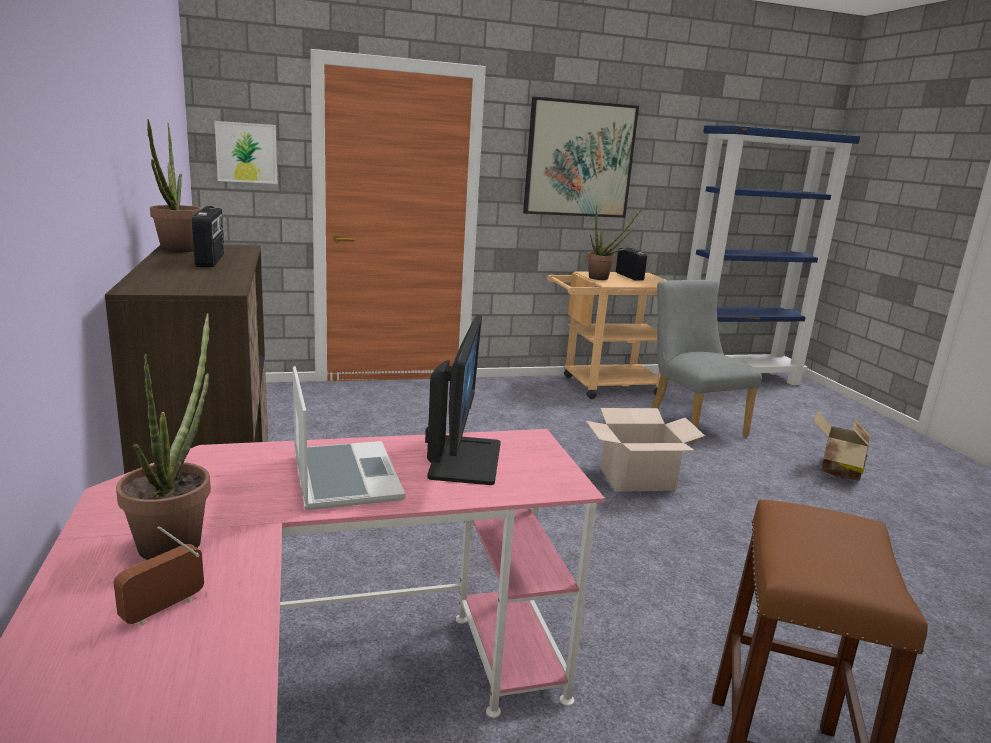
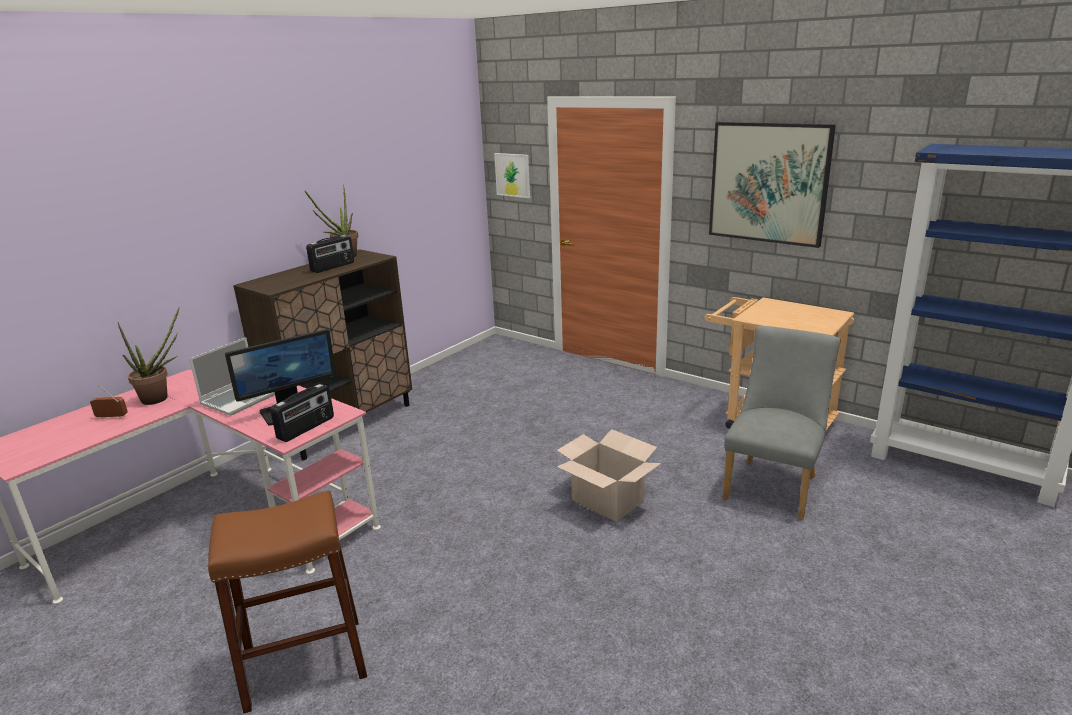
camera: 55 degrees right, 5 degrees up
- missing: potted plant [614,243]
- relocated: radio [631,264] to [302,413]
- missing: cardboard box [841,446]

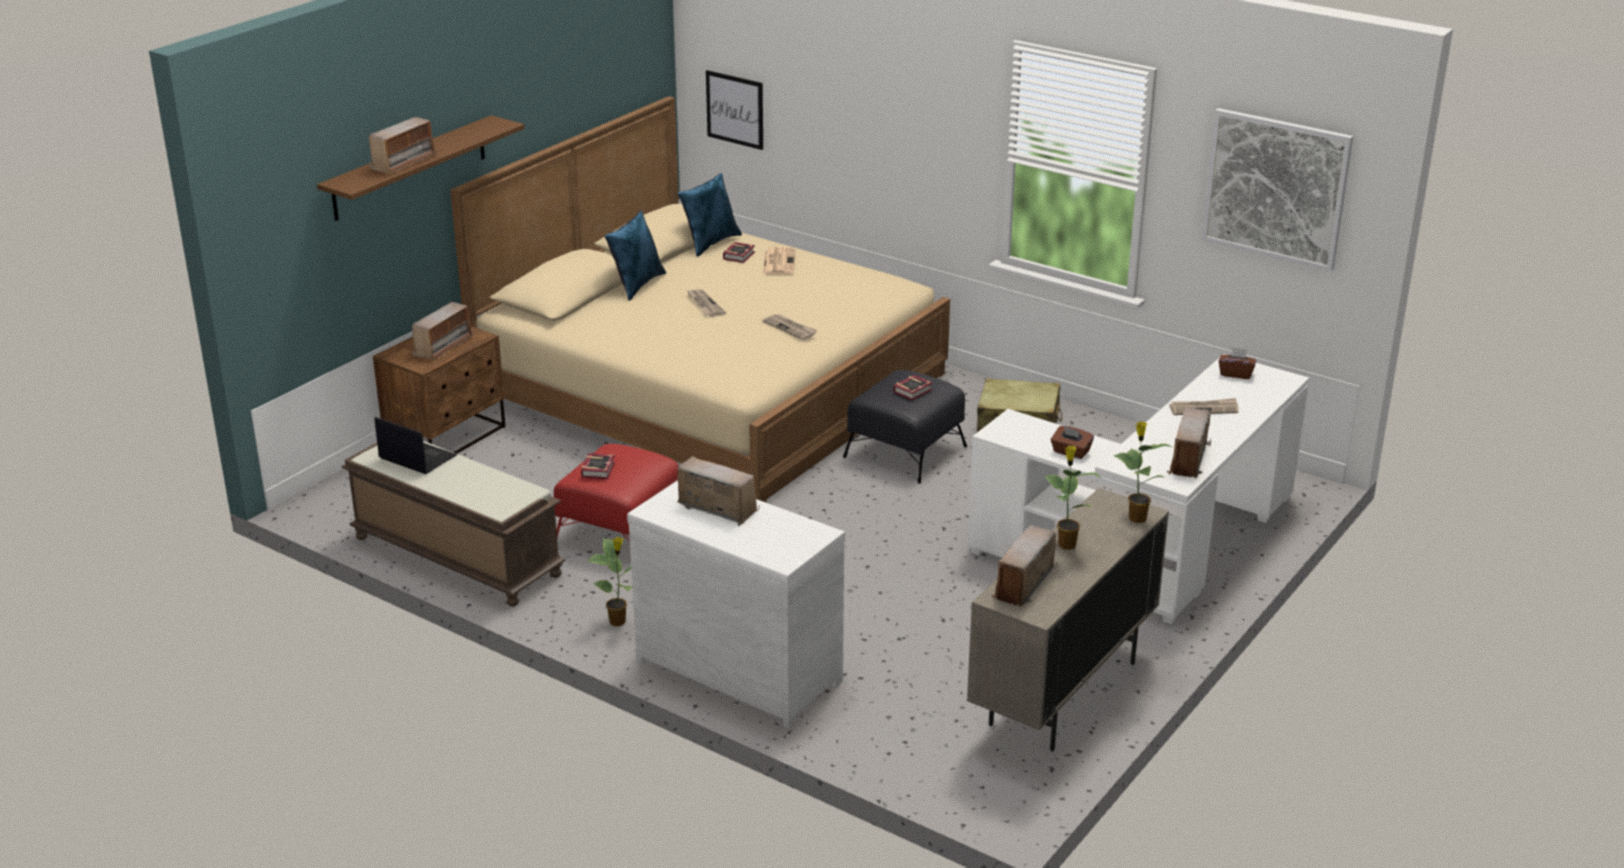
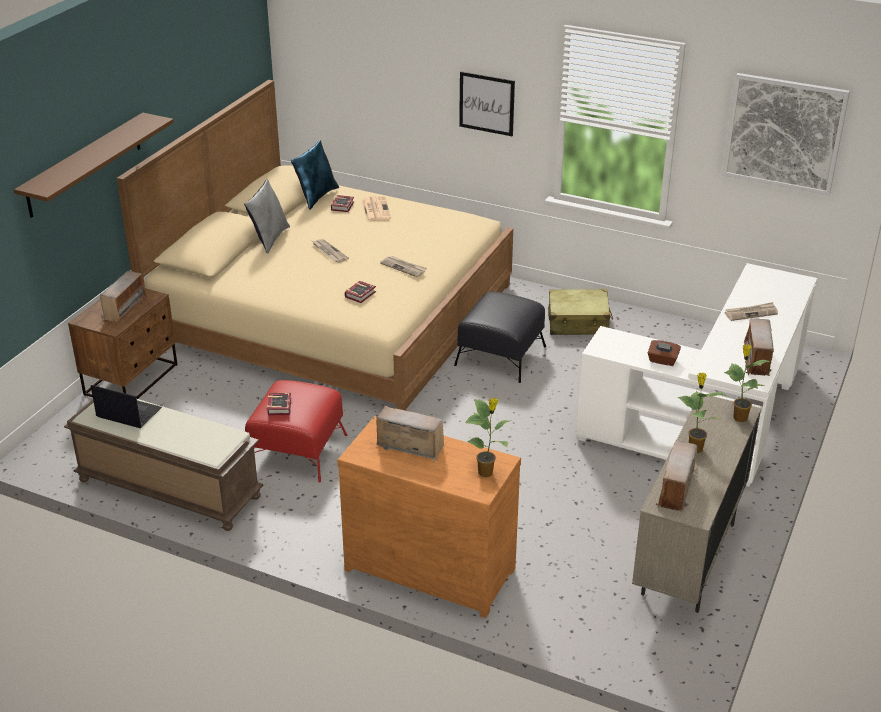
camera: 10 degrees left, 5 degrees up
- relocated: picture [734,110] to [487,103]
- missing: radio [403,146]
- colour: pillow/blue [635,256] to pillow/grey [267,216]
- missing: tissue box/brown [1237,363]
- relocated: book [913,387] to [360,292]
- colour: dresser/white [736,604] to dresser/brown [429,517]
- relocated: potted plant [609,581] to [487,437]

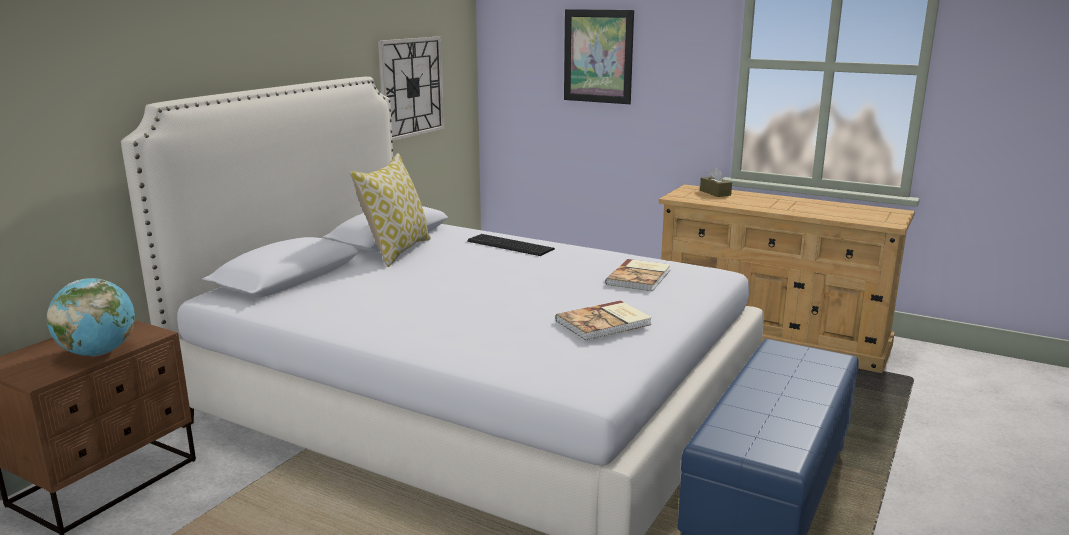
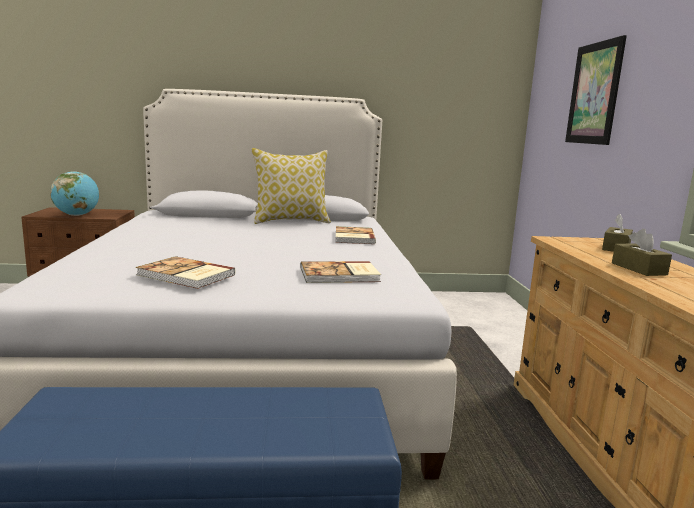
camera: 55 degrees right, 5 degrees down
- missing: wall clock [411,88]
- exchanged: keyboard [511,245] to book [355,235]
- appeared: tissue box/brown [642,252]

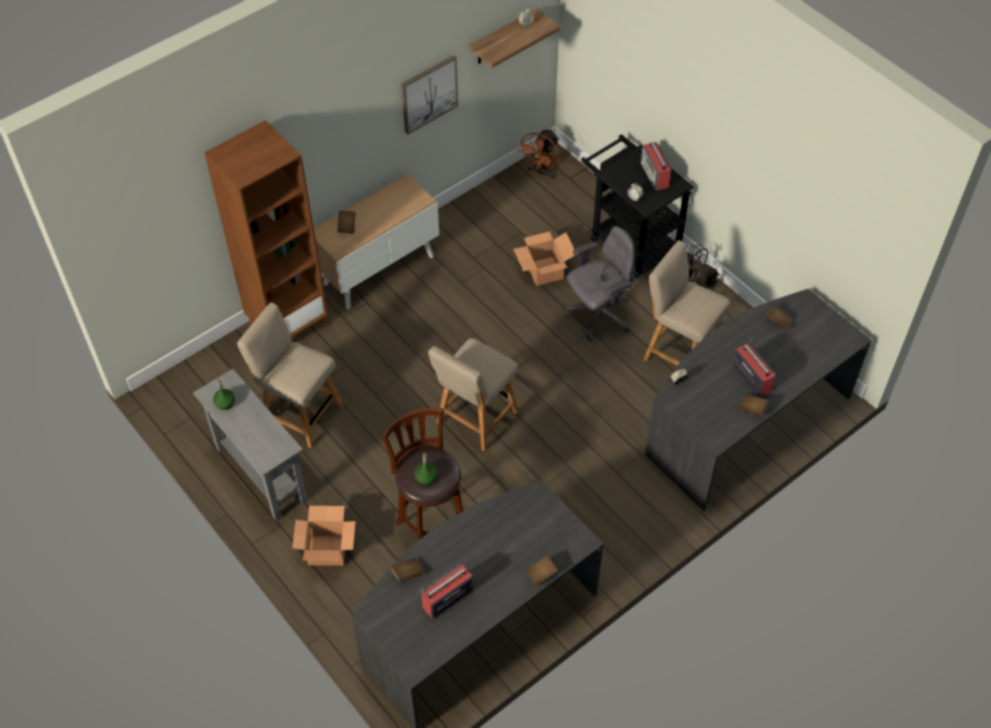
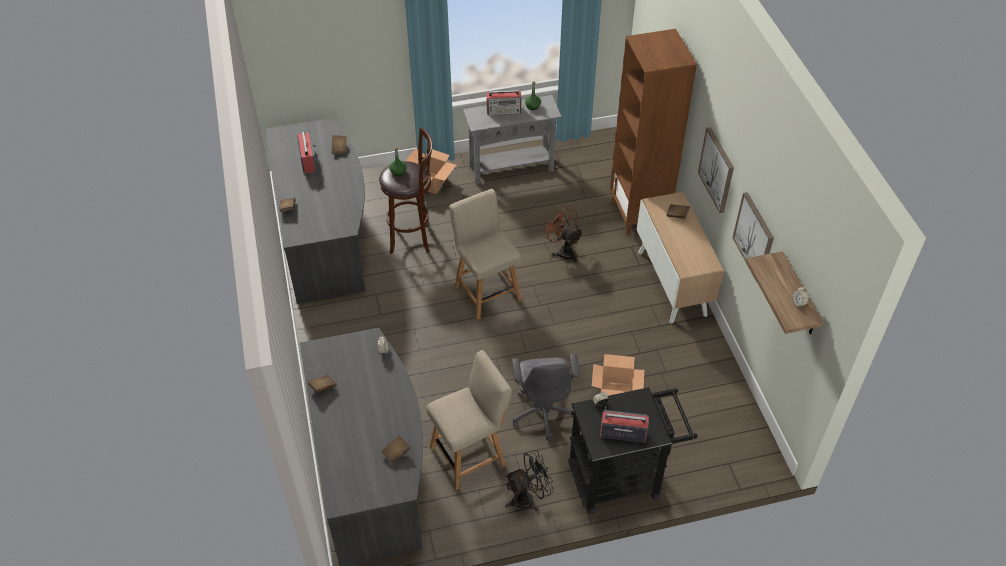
camera: 115 degrees right, 5 degrees down
- relocated: fan/brown [539,154] to [562,234]
- missing: chair/beige [290,375]
- relocated: radio [754,368] to [504,102]
- appeared: picture [716,170]

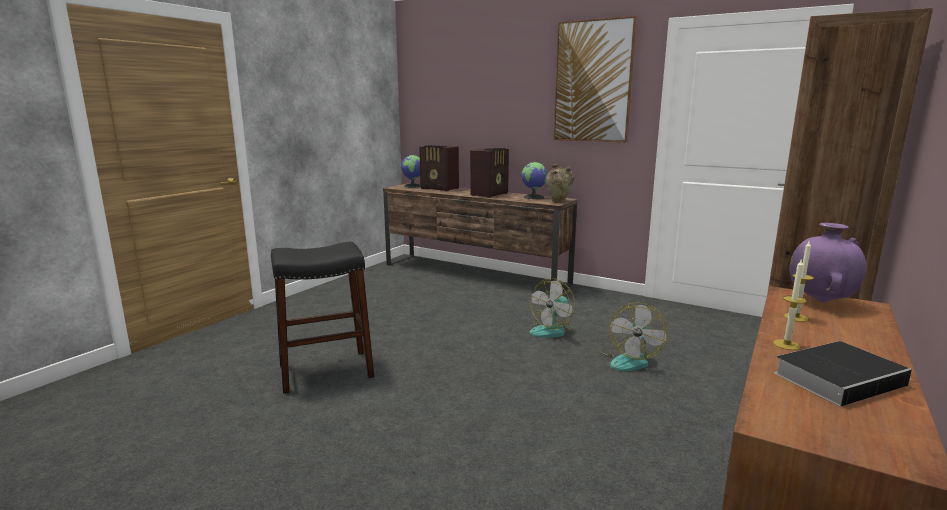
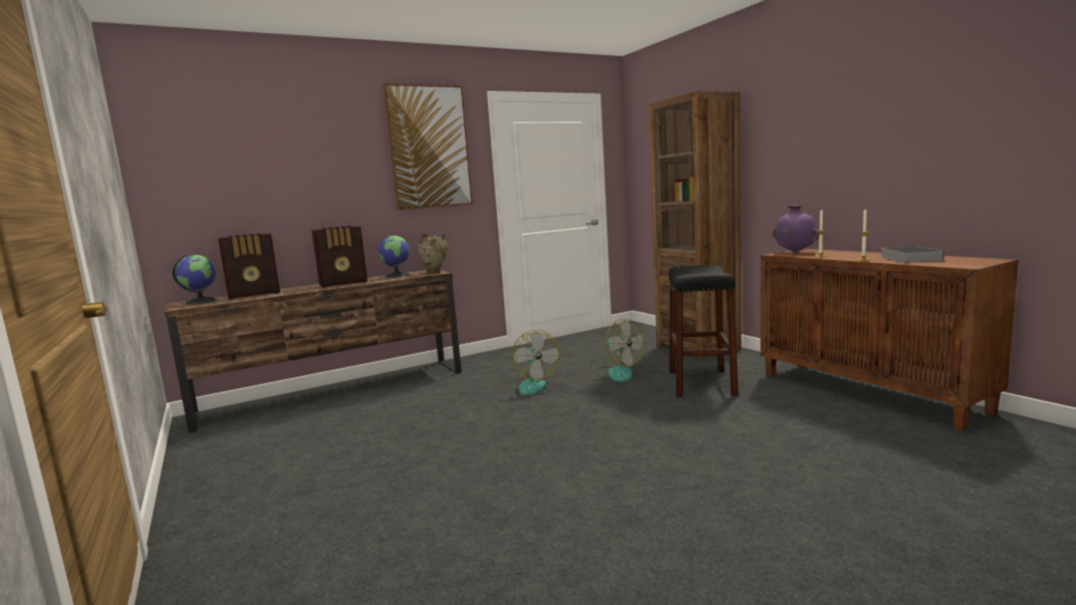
camera: 60 degrees left, 5 degrees down
- spun: radio [489,173] = [340,256] 90 degrees clockwise
- relocated: stool/black [322,317] to [703,331]

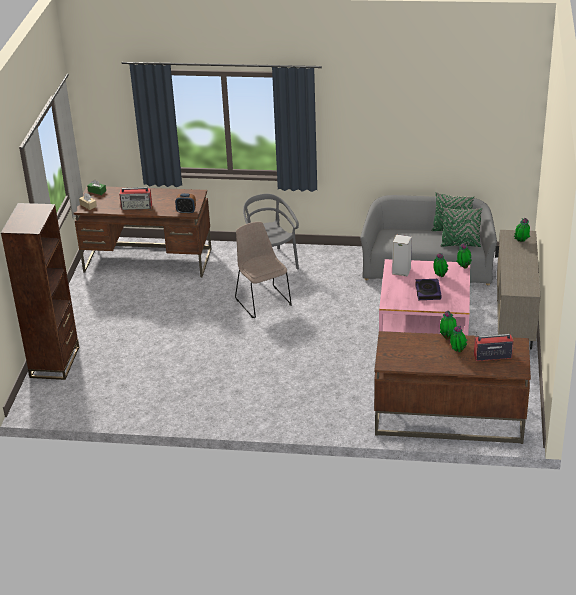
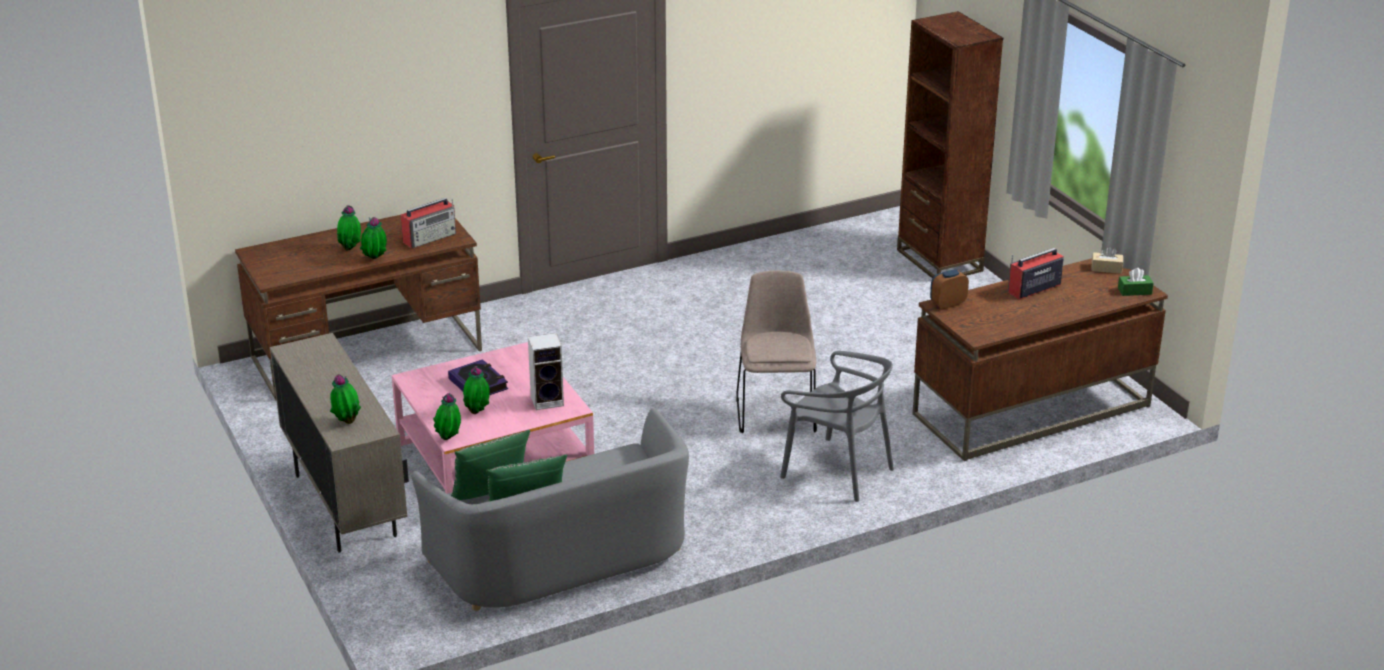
camera: 145 degrees right, 5 degrees down
- spun: chair/beige [263,270] = [776,351] 120 degrees counterclockwise
- relocated: radio [493,346] to [428,223]

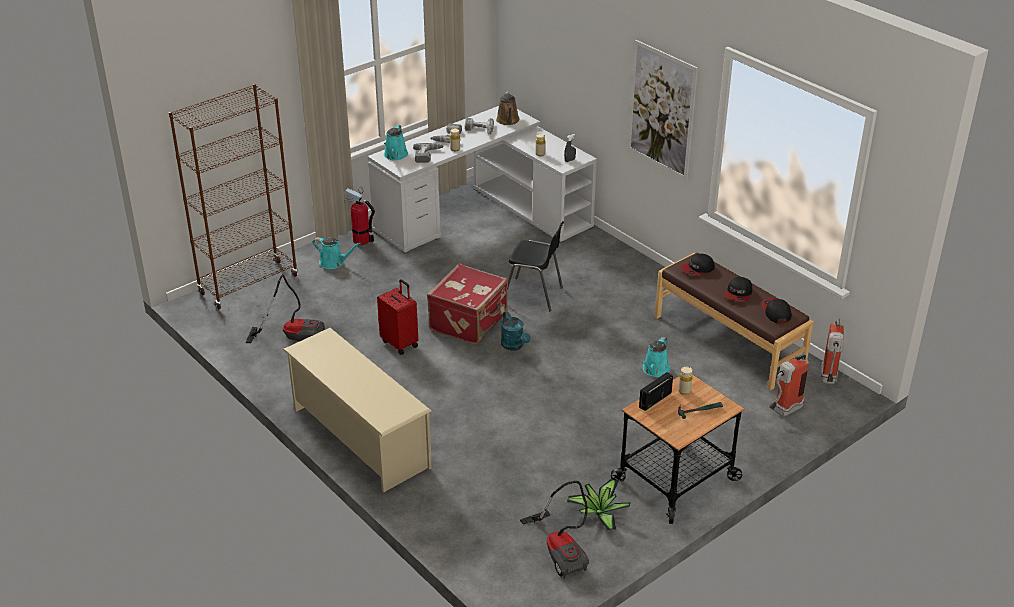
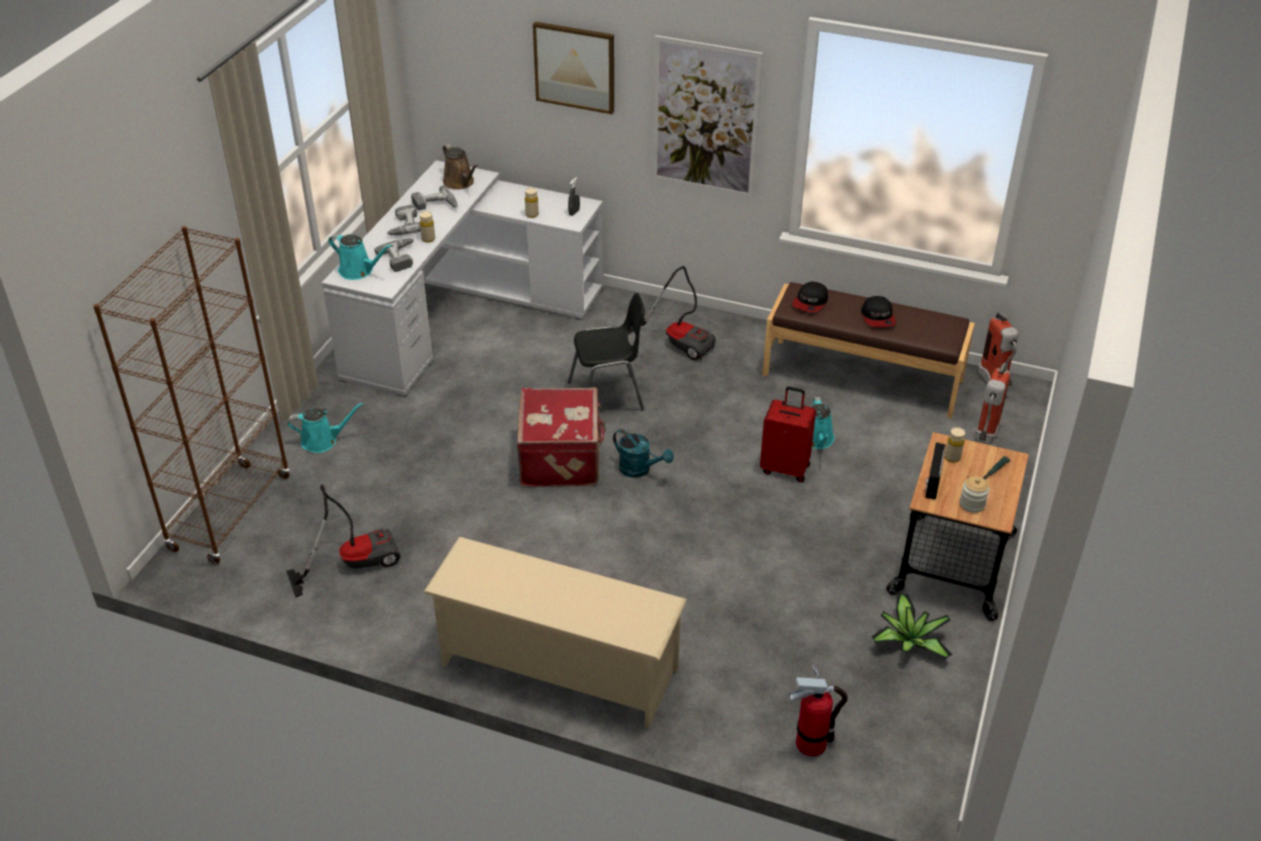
camera: 30 degrees left, 5 degrees up
- spun: watering can/turquoise [396,142] = [360,257] 45 degrees counterclockwise
- relocated: fire extinguisher [359,215] to [819,710]
- relocated: suitcase/red [397,317] to [788,434]
- missing: cap [777,311]
- relocated: vacuum cleaner [554,529] to [672,313]
- appeared: picture [573,68]
- appeared: jar [974,494]

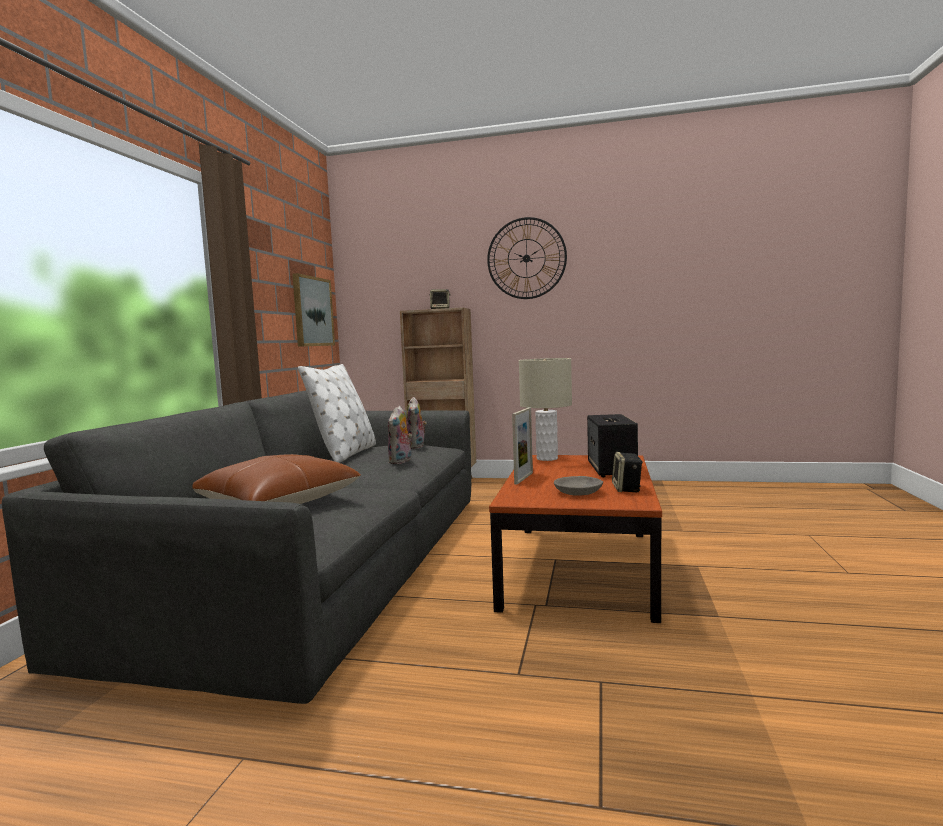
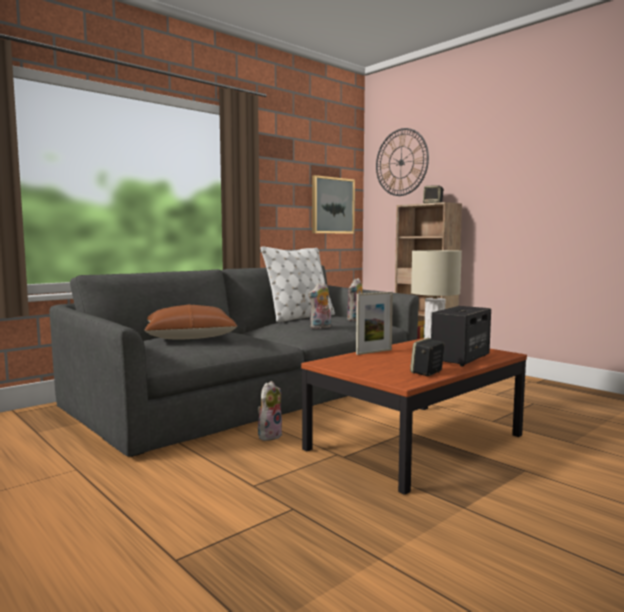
camera: 35 degrees right, 0 degrees up
- relocated: wall clock [527,258] to [402,162]
- missing: bowl/grey [578,486]
- appeared: plush toy [270,411]

